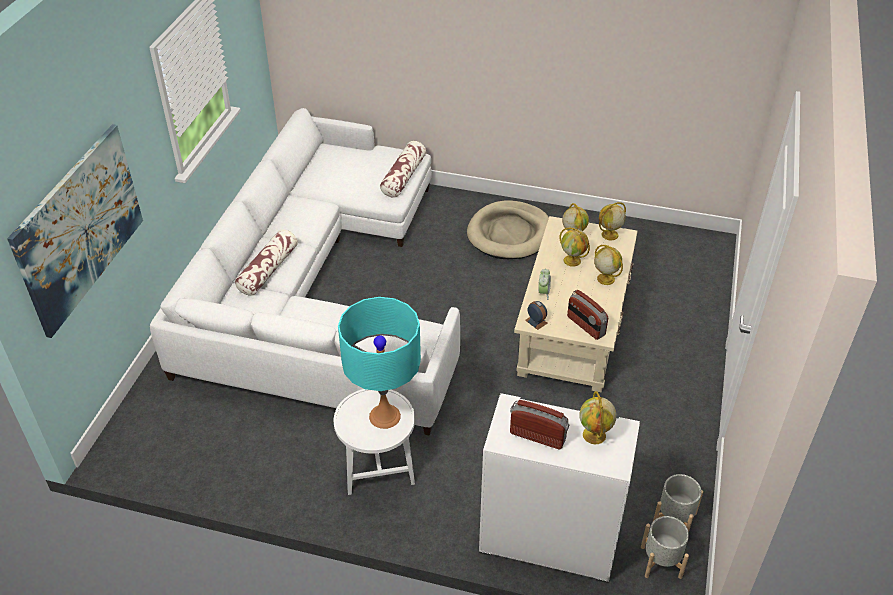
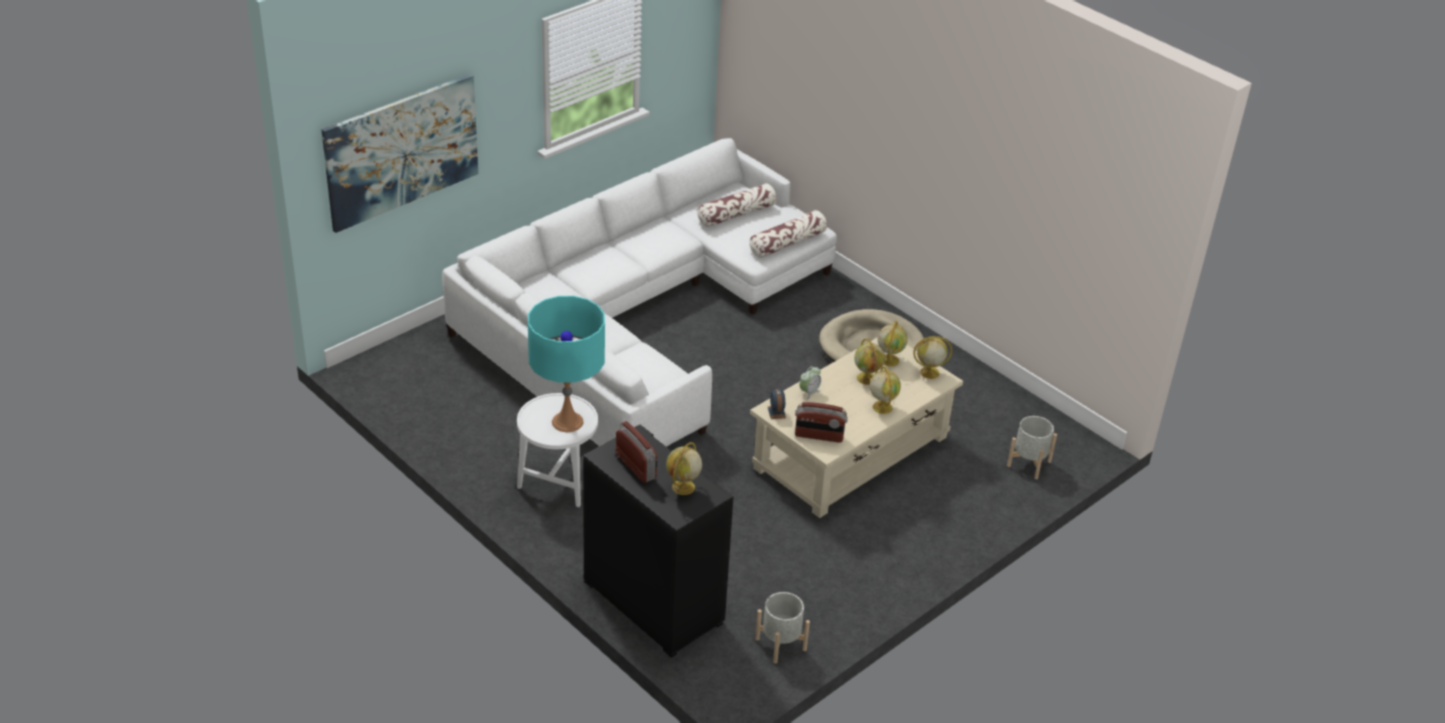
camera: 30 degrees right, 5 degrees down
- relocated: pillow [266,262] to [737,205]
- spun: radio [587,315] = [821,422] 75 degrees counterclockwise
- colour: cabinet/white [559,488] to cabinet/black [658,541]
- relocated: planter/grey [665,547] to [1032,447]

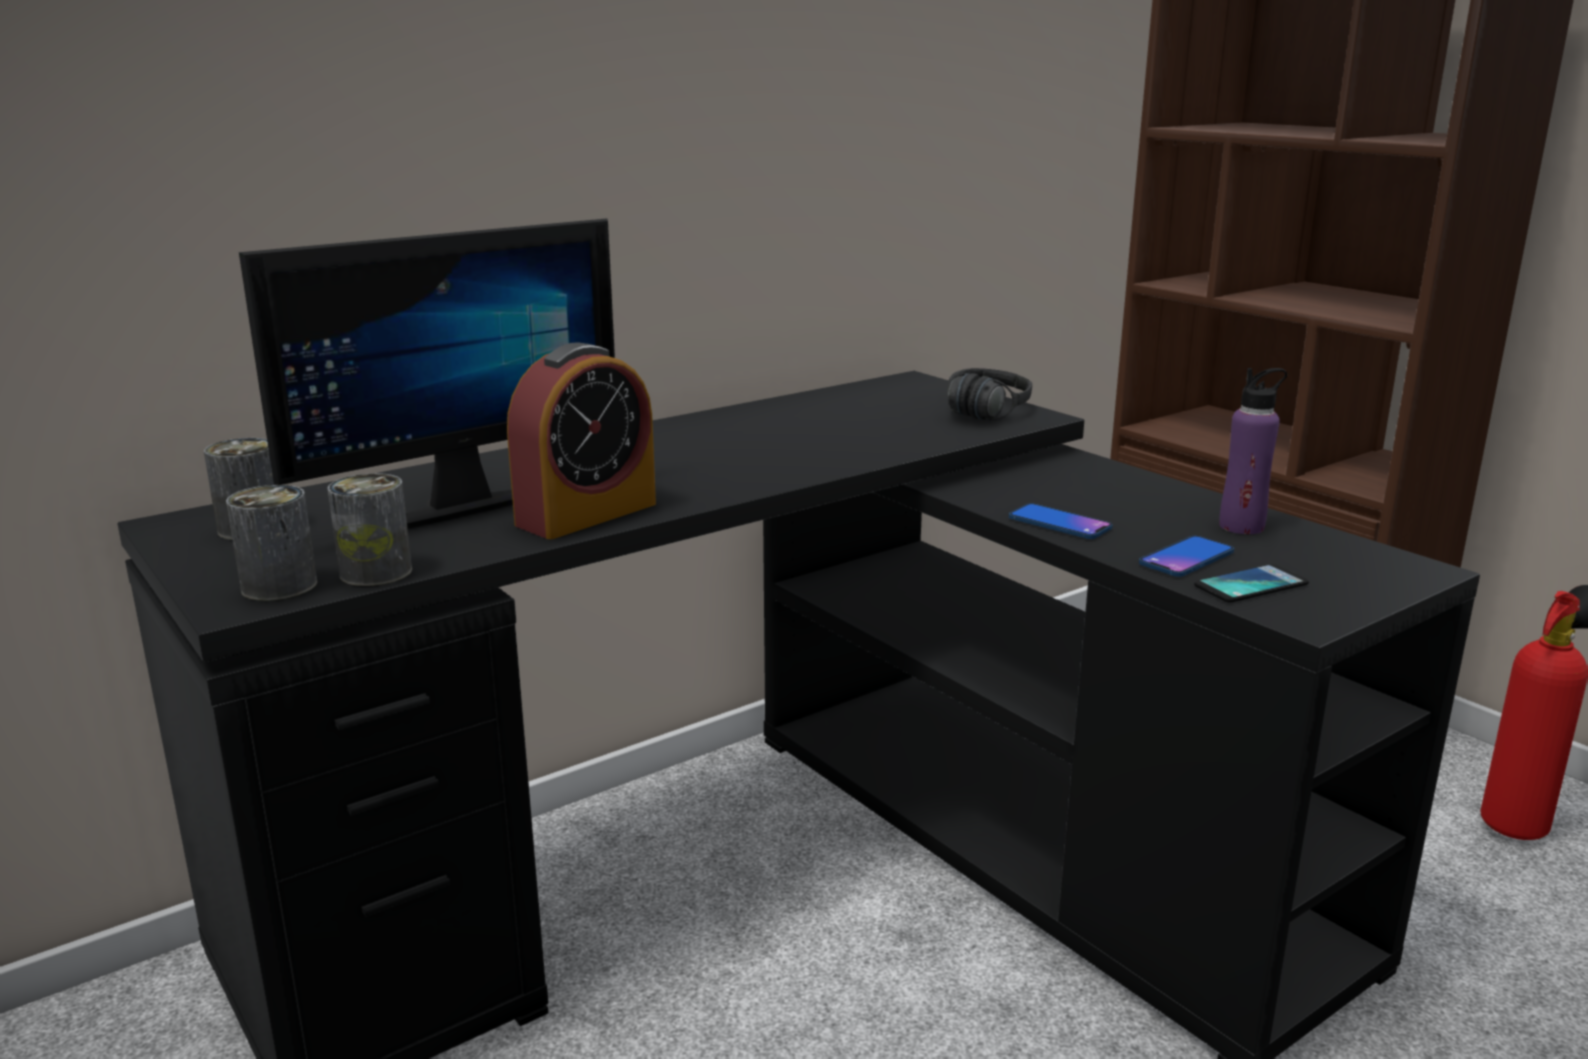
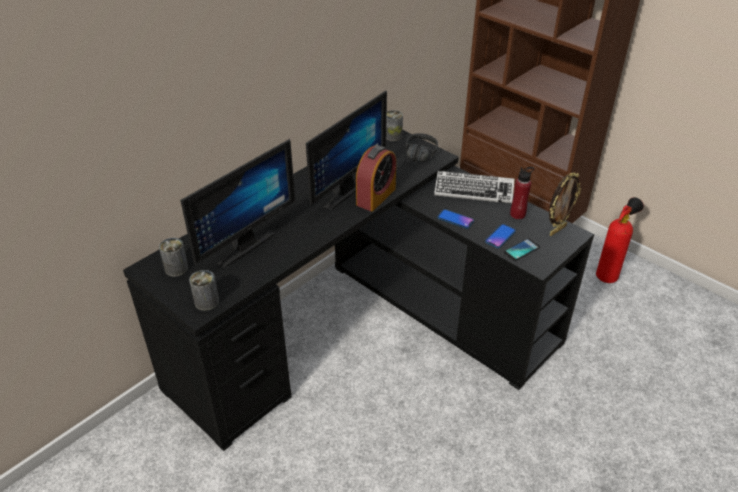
camera: 10 degrees left, 20 degrees up
- relocated: alarm clock [581,440] to [376,178]
- colour: bottle/purple [1253,451] to bottle/red [522,193]
- relocated: can [369,529] to [394,125]
- appeared: monitor [346,150]
- appeared: keyboard [474,187]
- appeared: picture frame [565,204]

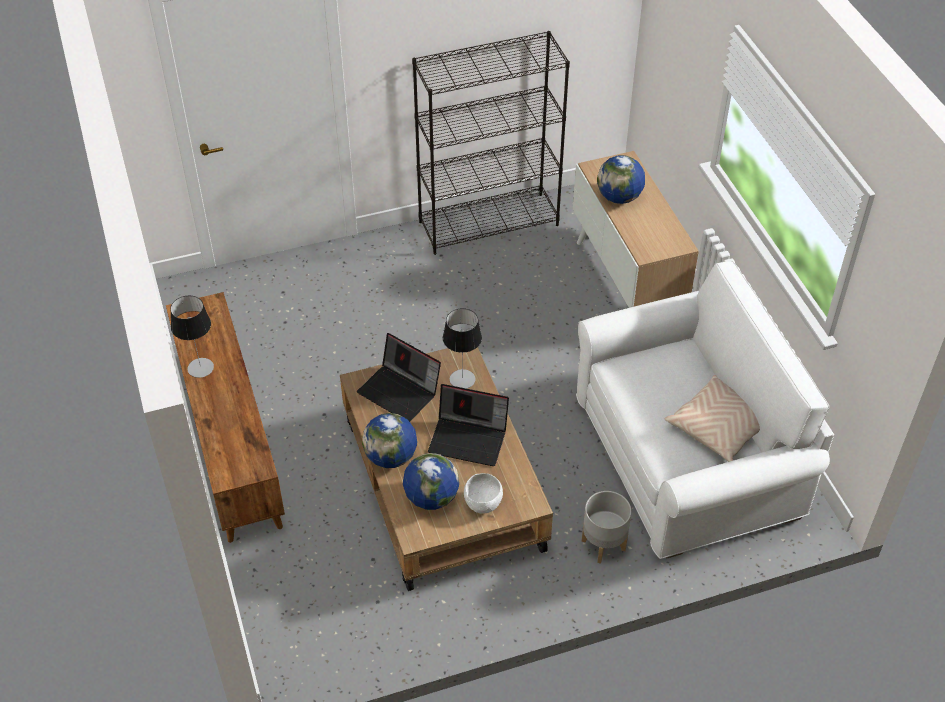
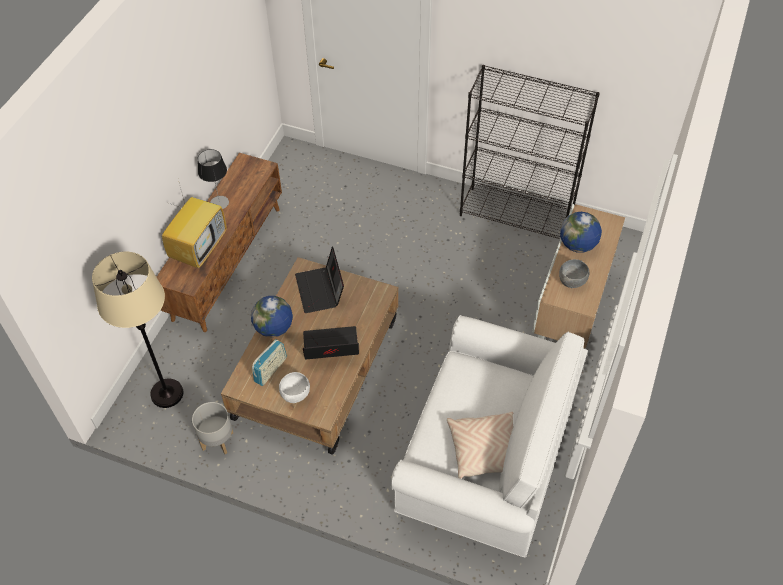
camera: 40 degrees right, 5 degrees up
- missing: table lamp [462,348]
- spun: laptop [468,425] = [331,342] 120 degrees clockwise
- exchanged: globe [431,481] to radio [269,362]
- relocated: planter/grey [606,527] to [212,428]
- appeared: television [194,225]
- appeared: floor lamp/beige [137,330]
- appeared: bowl/grey [574,273]

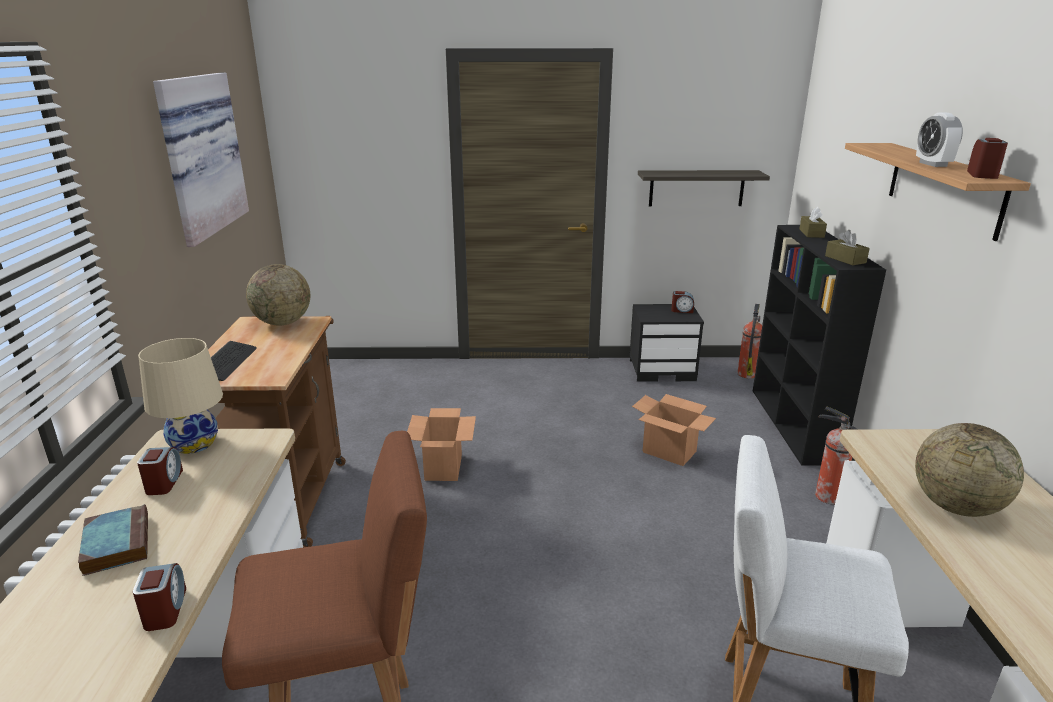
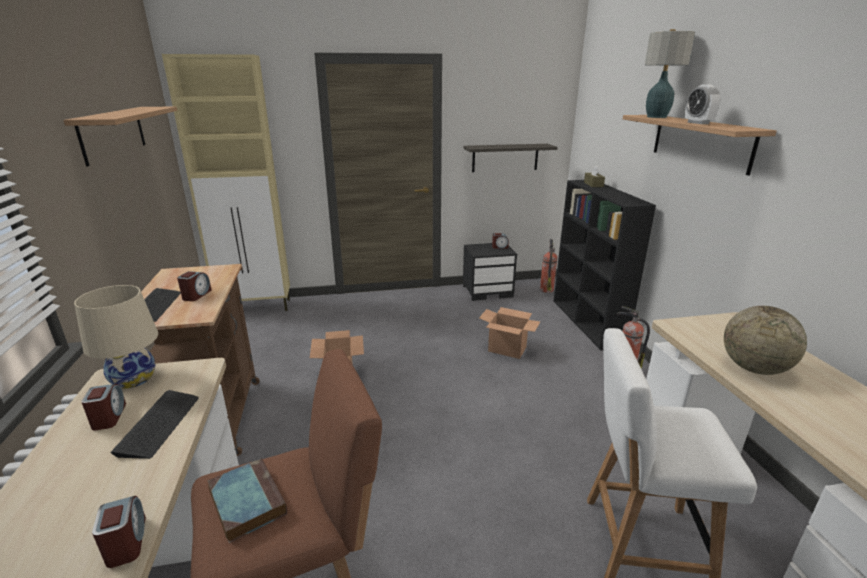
camera: 10 degrees left, 0 degrees up
- exchanged: picture [201,160] to shelf [120,136]
- relocated: alarm clock [987,158] to [194,286]
- missing: tissue box/brown [847,247]
- missing: globe [278,295]
- relocated: book [113,540] to [247,500]
- appeared: table lamp [670,73]
- appeared: cabinet/beige [226,182]
- appeared: keyboard [154,424]

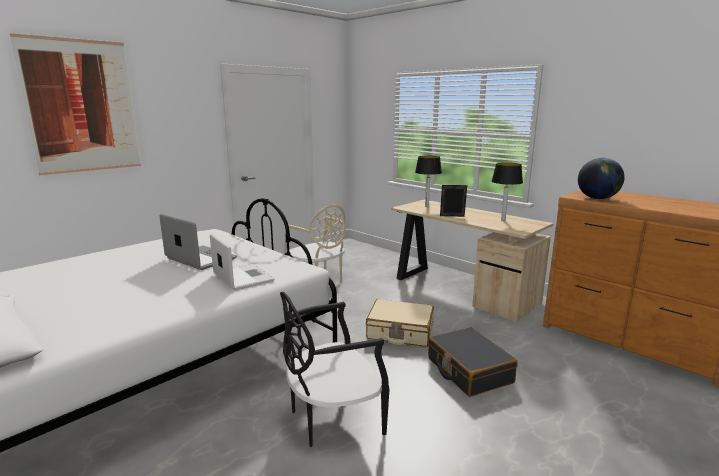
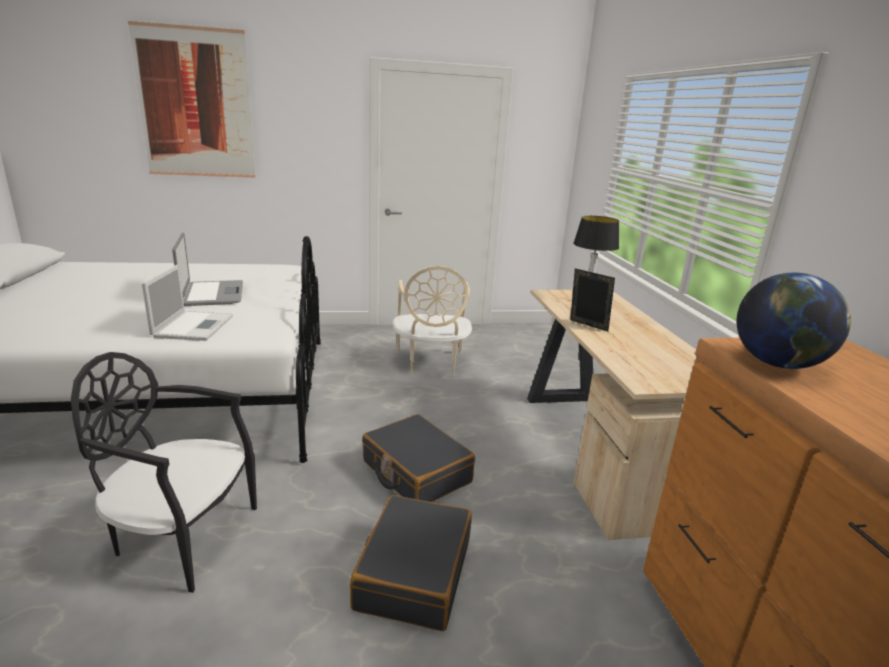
camera: 35 degrees right, 5 degrees up
- missing: table lamp [507,192]
- colour: suitcase/beige [400,323] to suitcase/black [418,458]

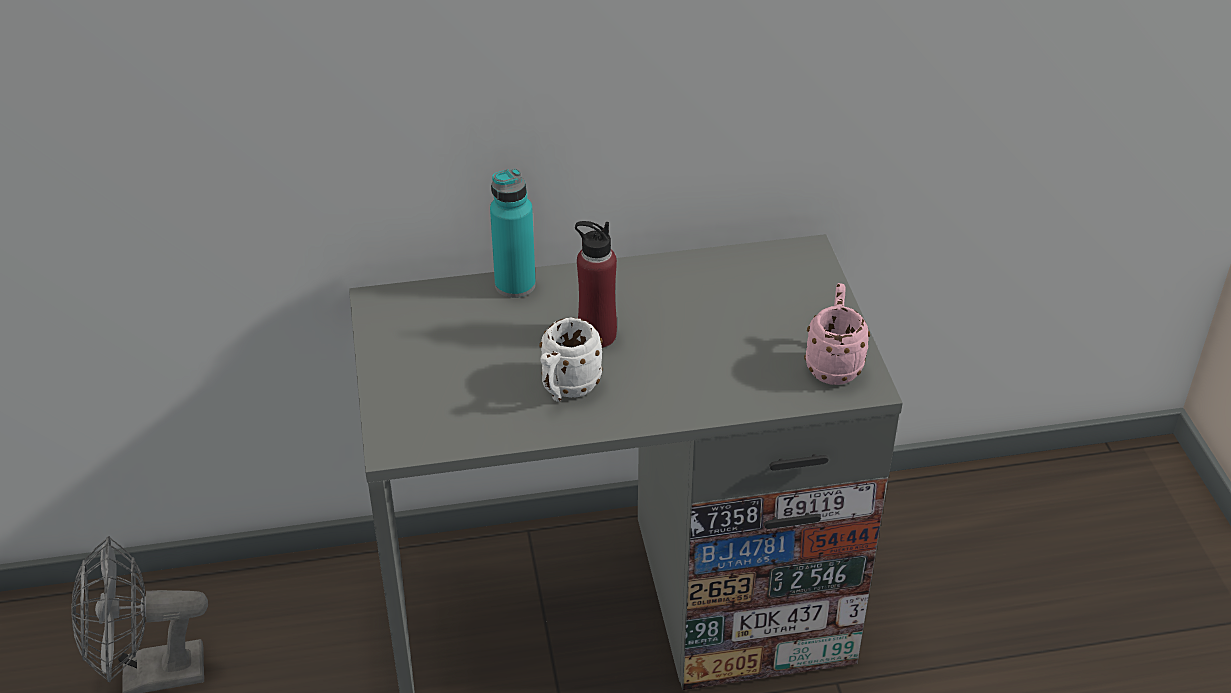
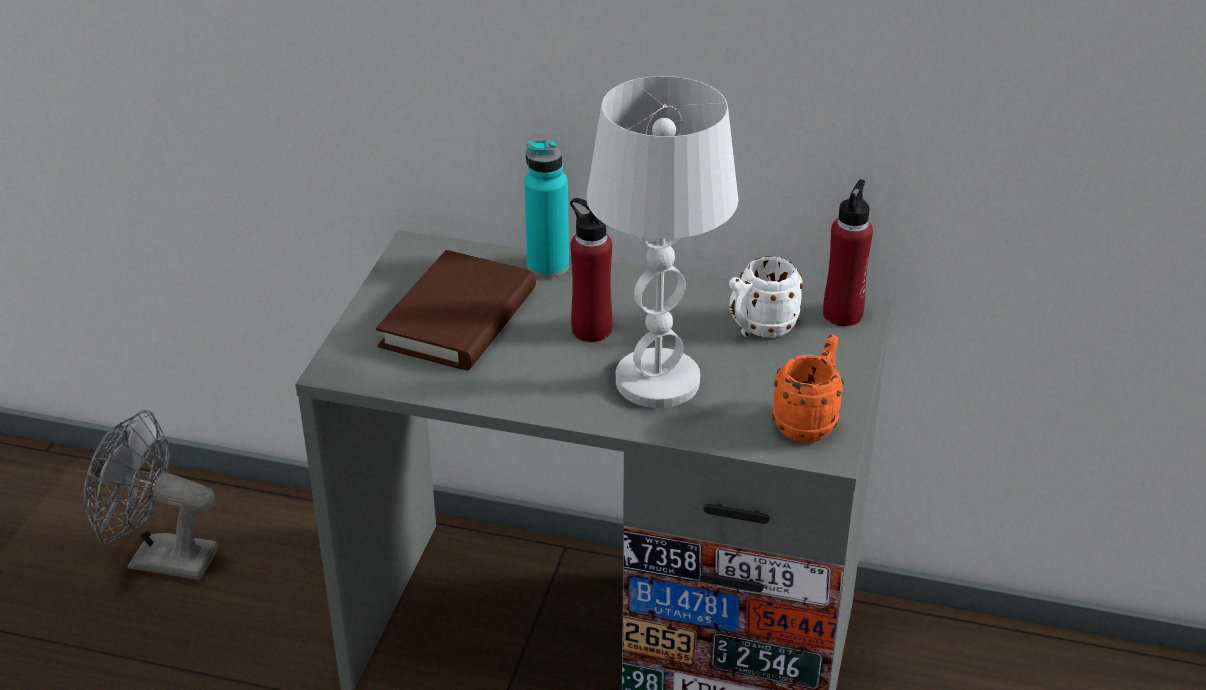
camera: 25 degrees right, 5 degrees down
- colour: mug/pink [837,334] to mug/orange [808,388]
- relocated: mug/white [571,359] to [766,297]
- appeared: table lamp/white [663,242]
- appeared: bottle/red [848,252]
- appeared: book/brown [456,310]

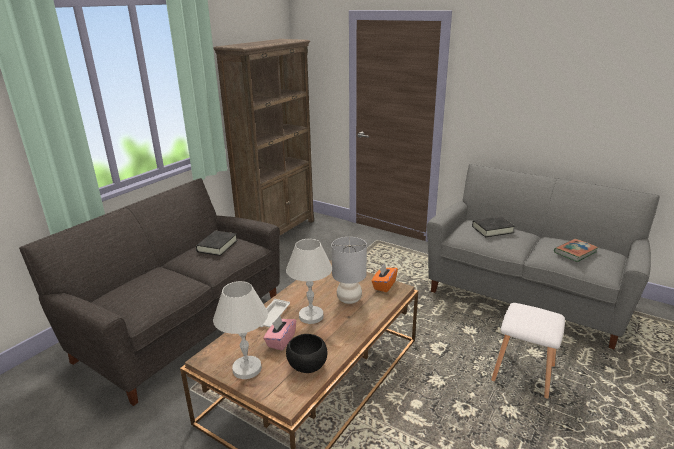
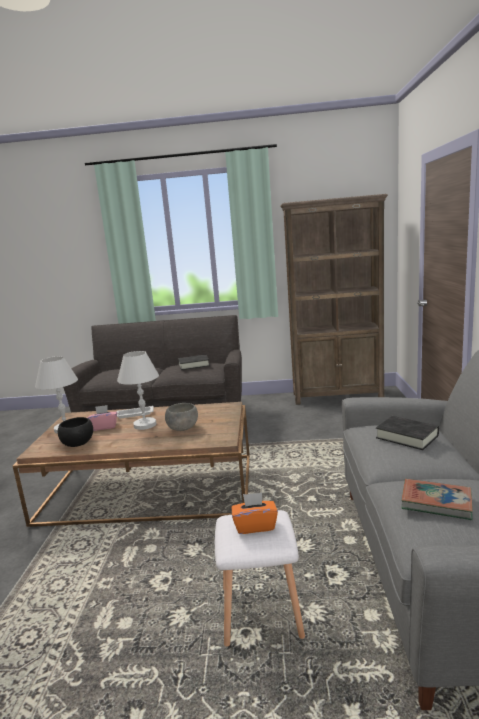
camera: 60 degrees right, 10 degrees down
- exchanged: table lamp/grey [349,270] to bowl/grey [181,417]
- relocated: tissue box/orange [385,278] to [255,513]

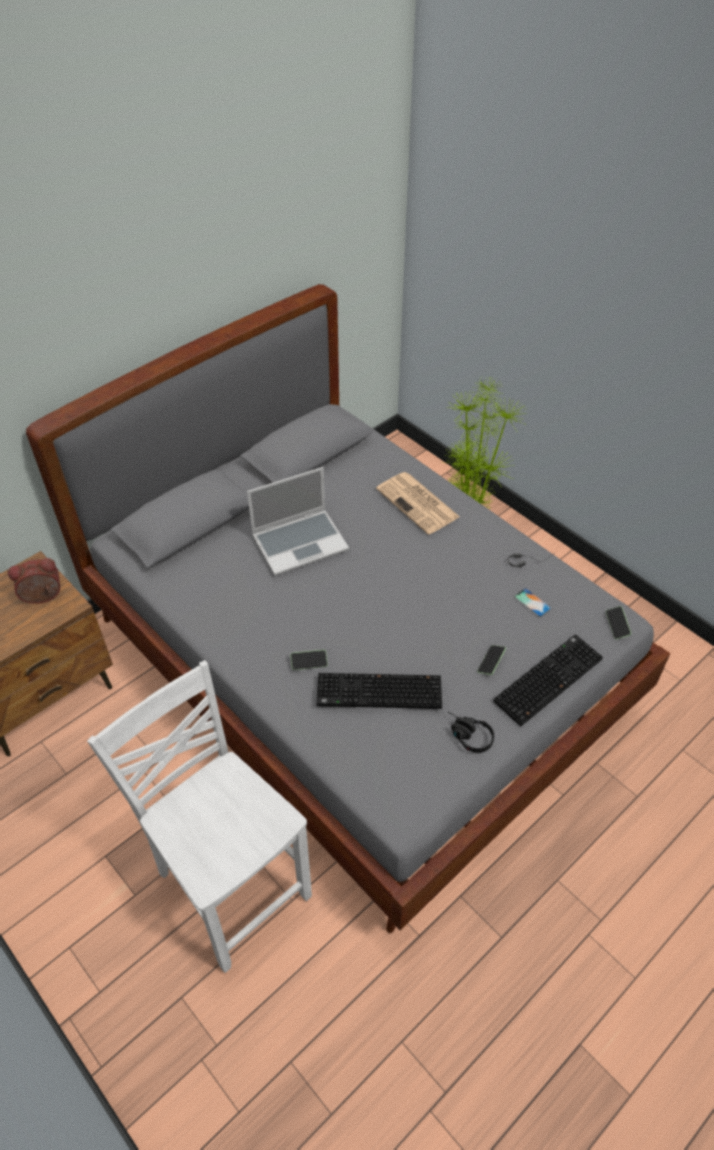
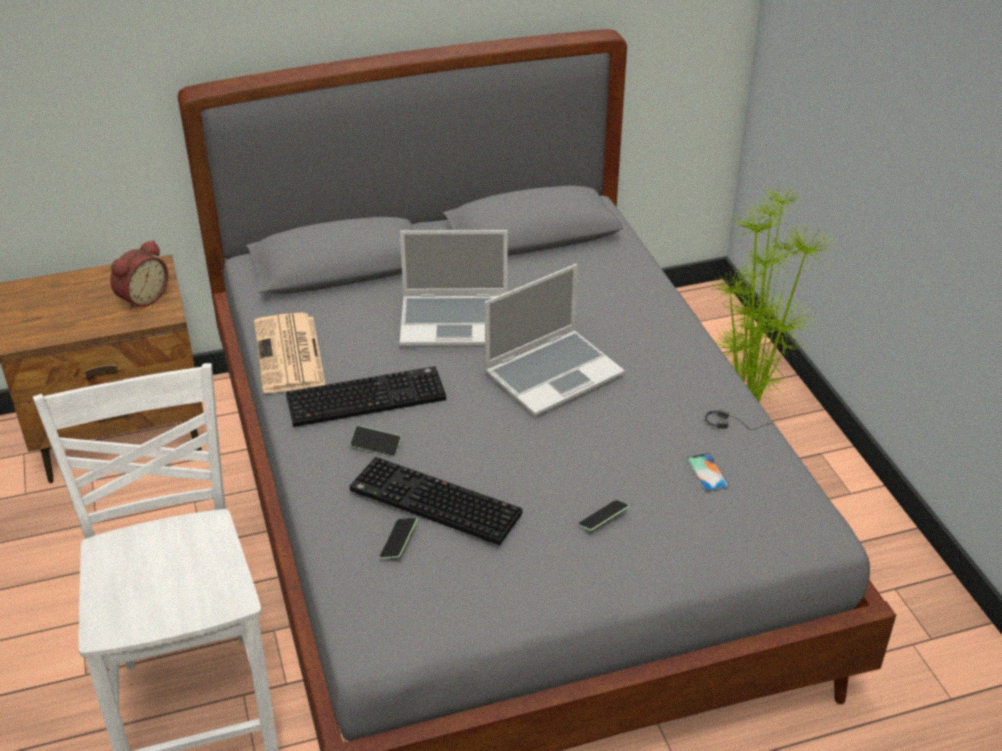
camera: 25 degrees right, 10 degrees down
- relocated: newspaper [418,503] to [290,352]
- spun: alarm clock [34,581] = [139,275] 120 degrees clockwise
- relocated: phone [618,623] to [398,538]
- relocated: keyboard [548,680] to [366,396]
- missing: headphones/black [471,732]
- appeared: laptop [555,340]

